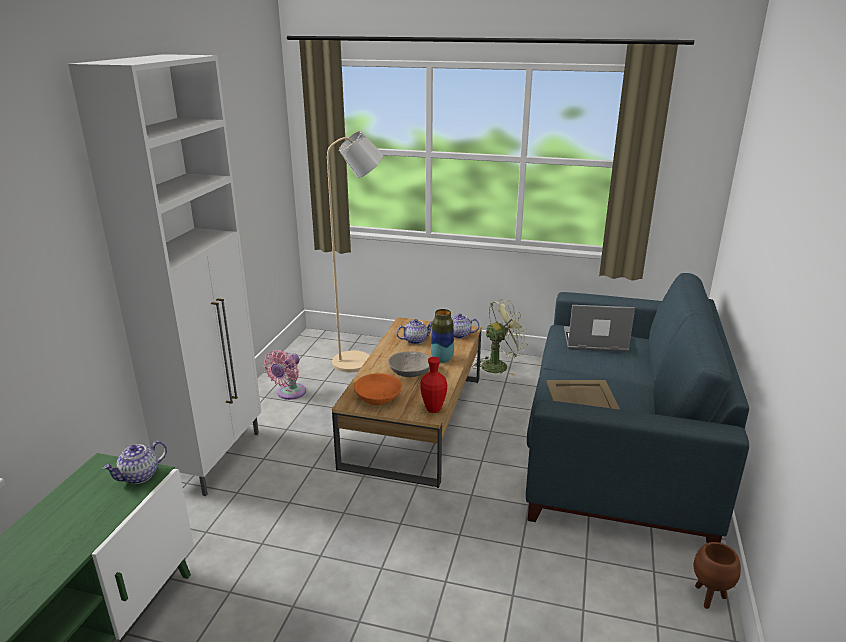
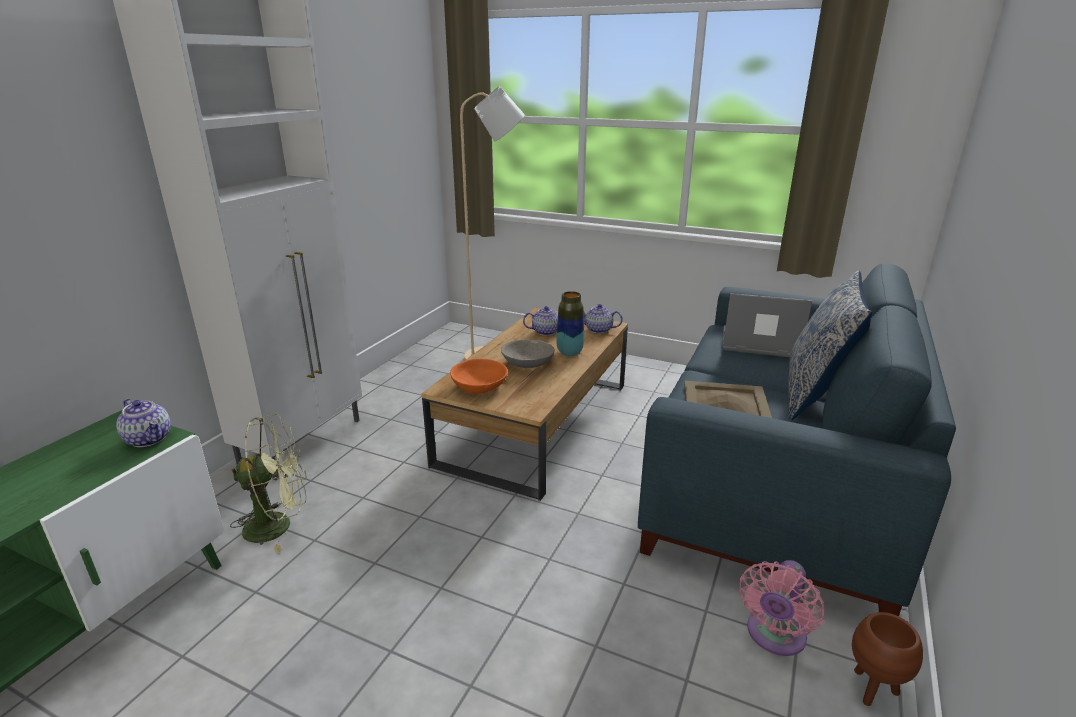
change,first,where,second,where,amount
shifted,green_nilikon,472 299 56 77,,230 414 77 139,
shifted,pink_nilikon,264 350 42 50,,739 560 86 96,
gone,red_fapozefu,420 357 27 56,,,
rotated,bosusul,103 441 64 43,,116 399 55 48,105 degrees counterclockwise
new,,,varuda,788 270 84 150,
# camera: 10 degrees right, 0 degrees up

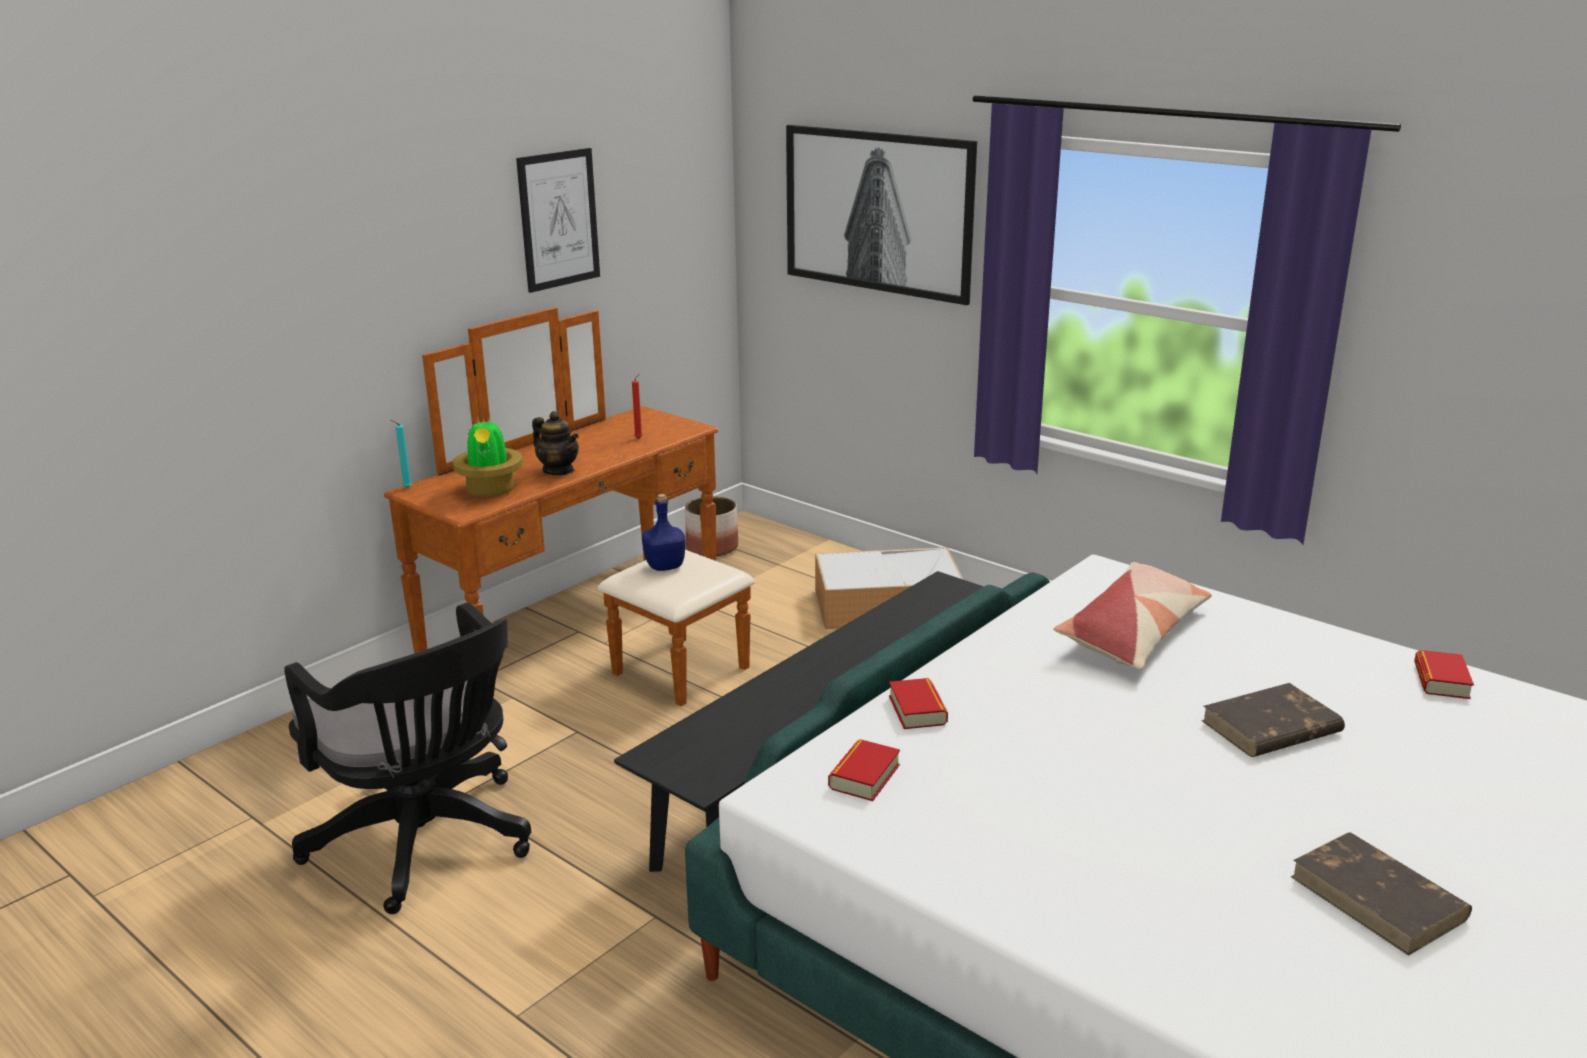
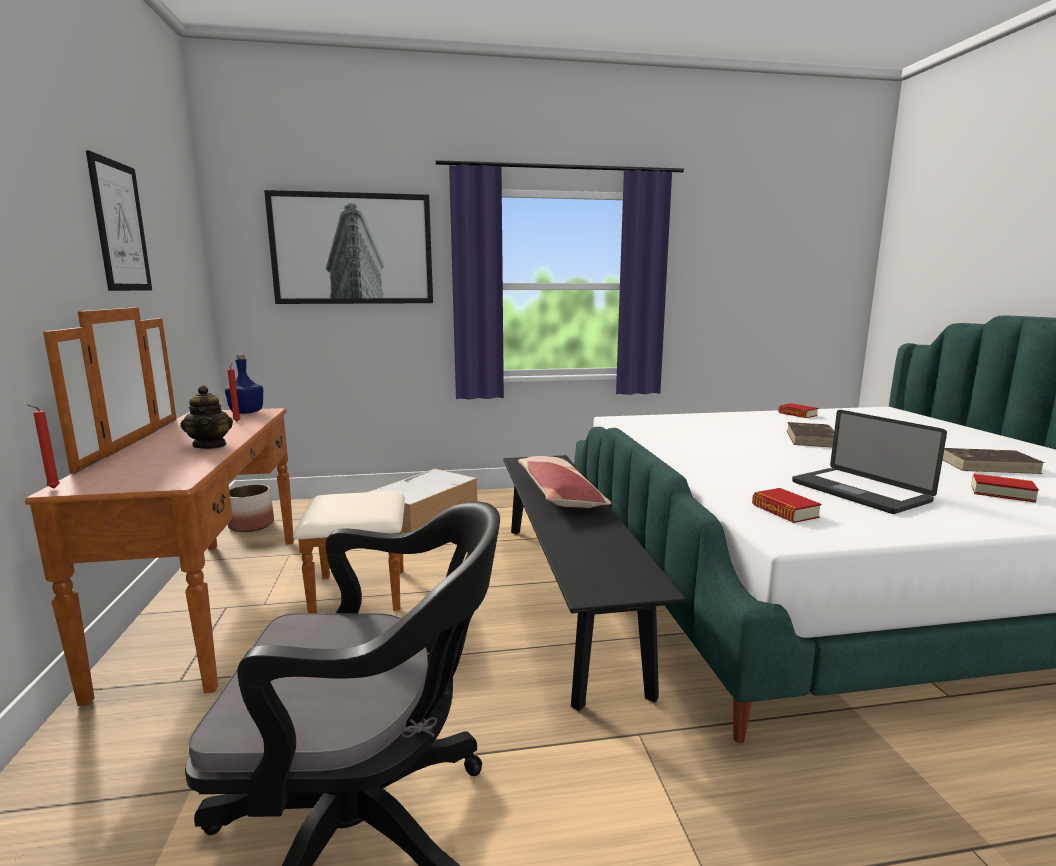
change,first,where,second,where,amount
rotated,bosusul,532 411 47 64,,181 385 52 64,75 degrees clockwise
gone,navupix,453 417 70 80,,,
repainted,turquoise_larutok,390 420 22 68,red_larutok,27 404 33 84,
shifted,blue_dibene,642 494 44 77,,225 354 38 60,
shifted,varuda,1054 562 158 108,,518 456 93 52,
shifted,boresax,889 678 59 51,,971 474 68 29,
new,,,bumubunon,792 410 155 104,
# camera: 50 degrees left, 10 degrees down

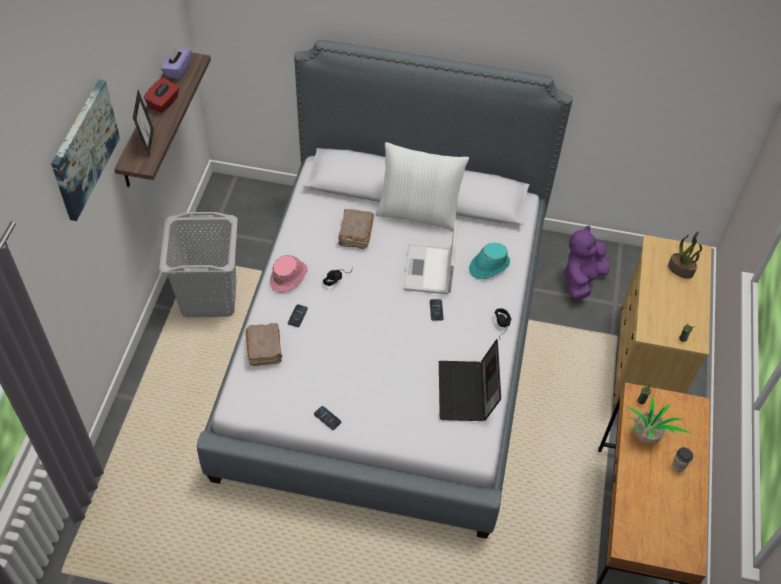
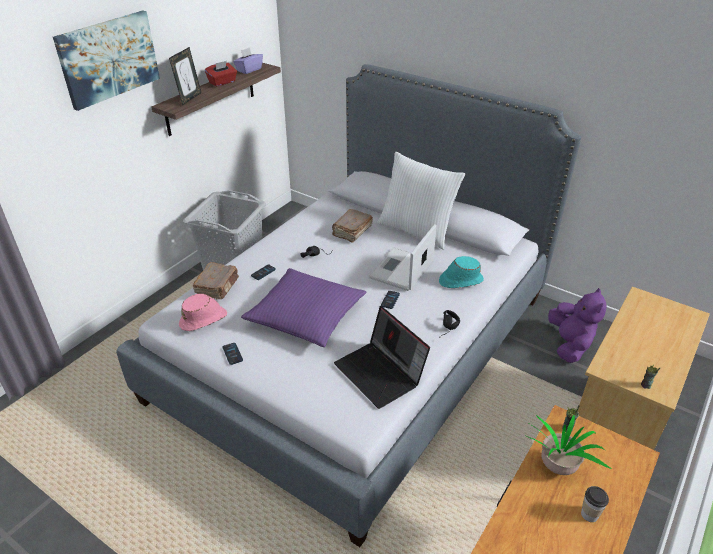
change,first,where,second,where,amount
rotated,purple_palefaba,564 226 45 74,,548 288 58 75,120 degrees clockwise
gone,navupix,668 231 34 48,,,
shifted,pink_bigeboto,270 255 37 38,,179 294 48 37,
rotated,bumubunon,439 339 62 82,,334 306 96 103,60 degrees counterclockwise
new,,,purple_varuda,241 268 126 79,
# camera: 25 degrees right, 15 degrees down

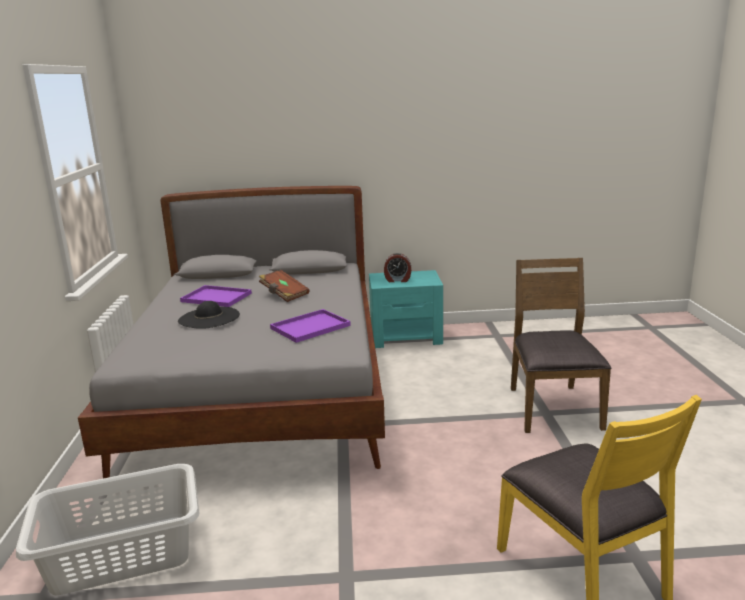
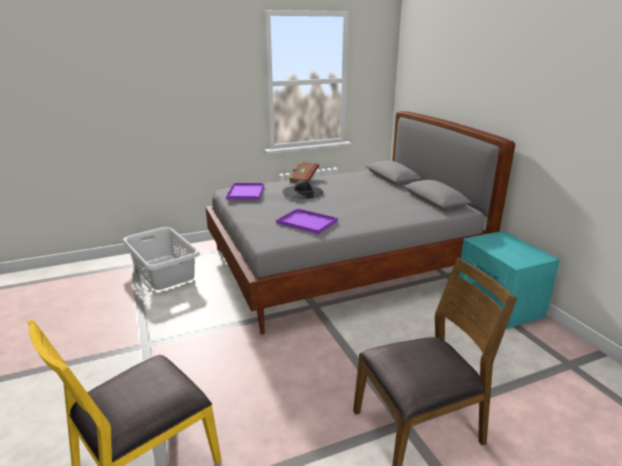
change,first,where,second,where,amount
gone,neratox,384 253 27 29,,,
shifted,brown_boresax,259 270 51 32,,289 162 30 21,
shifted,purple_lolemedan,180 285 72 22,,226 183 38 17,
# camera: 70 degrees right, 5 degrees up

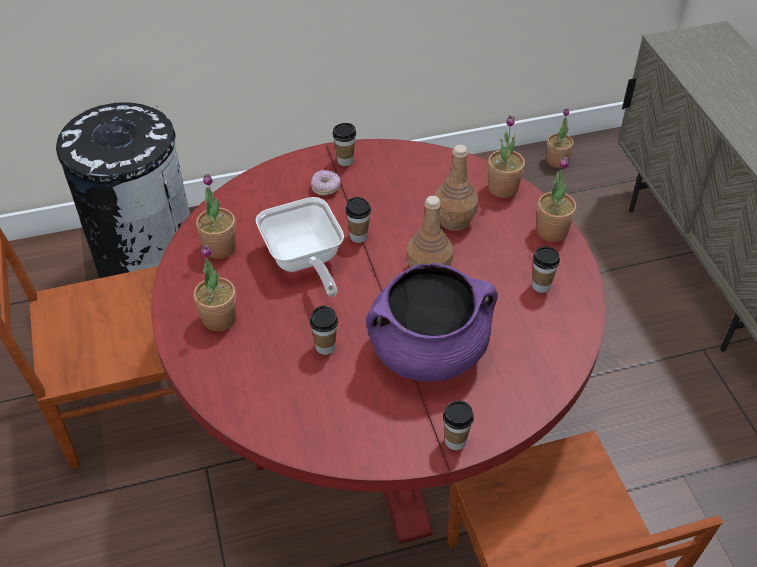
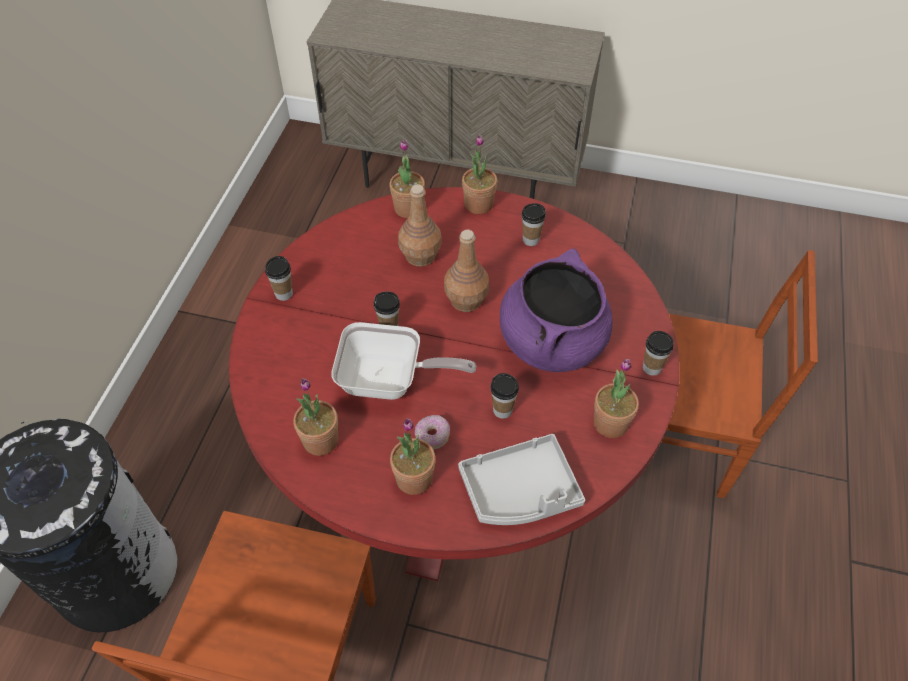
change,first,where,second,where,amount
shifted,navupix,546 108 27 60,,594 359 45 79,
shifted,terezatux,311 170 30 25,,415 415 35 34,
new,,,grey_lolemedan,458 434 127 91,
# camera: 60 degrees left, 5 degrees up

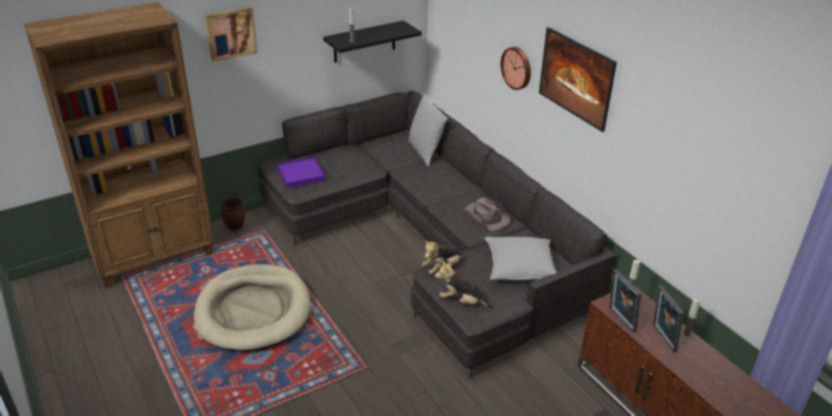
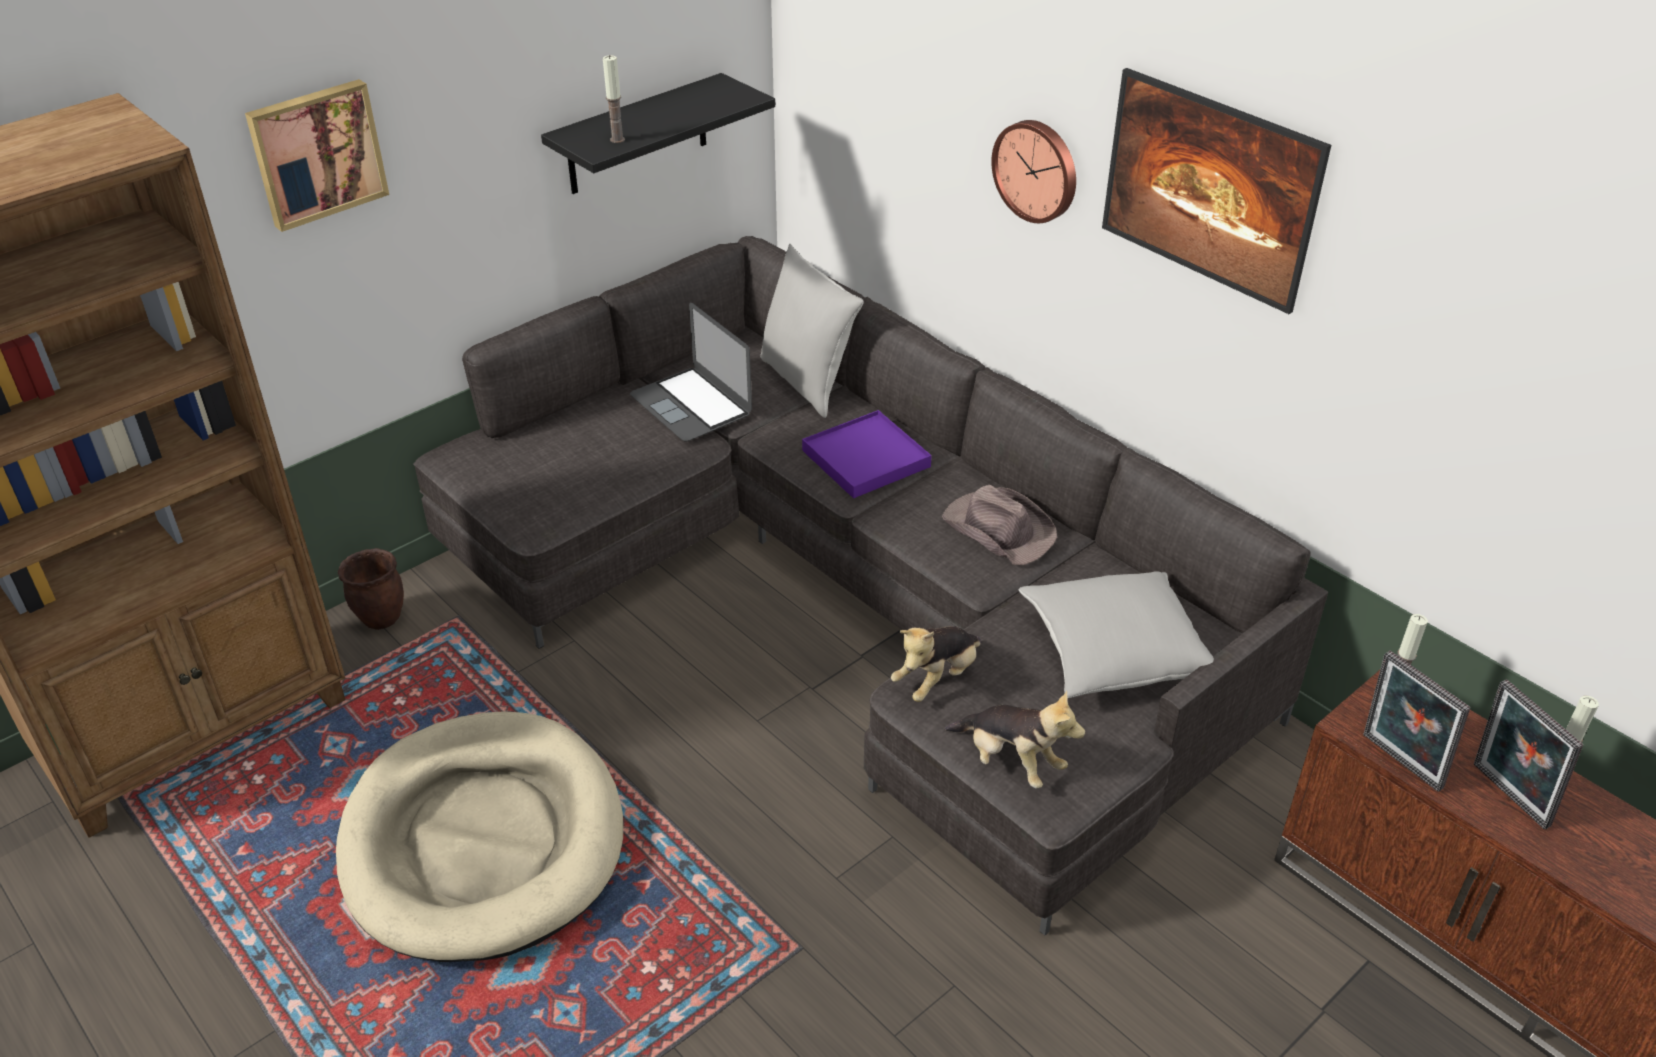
change,first,where,second,where,amount
shifted,purple_lolemedan,277 157 48 31,,802 410 130 88,
rotated,palefaba,435 261 59 47,,945 690 140 98,150 degrees counterclockwise
new,,,bumubunon,630 303 122 139,
# camera: 10 degrees left, 5 degrees up

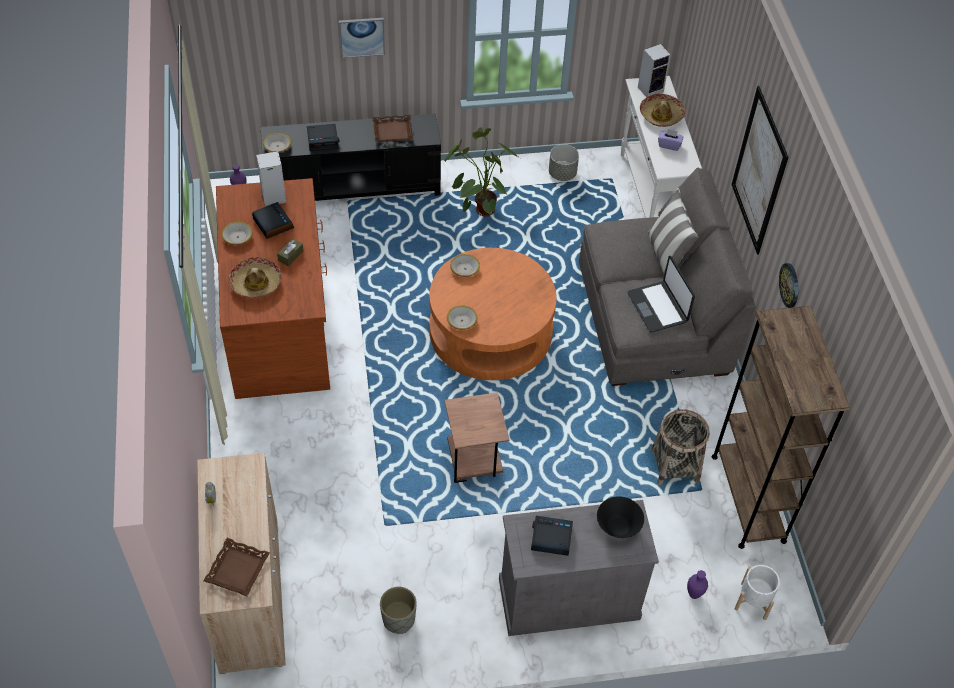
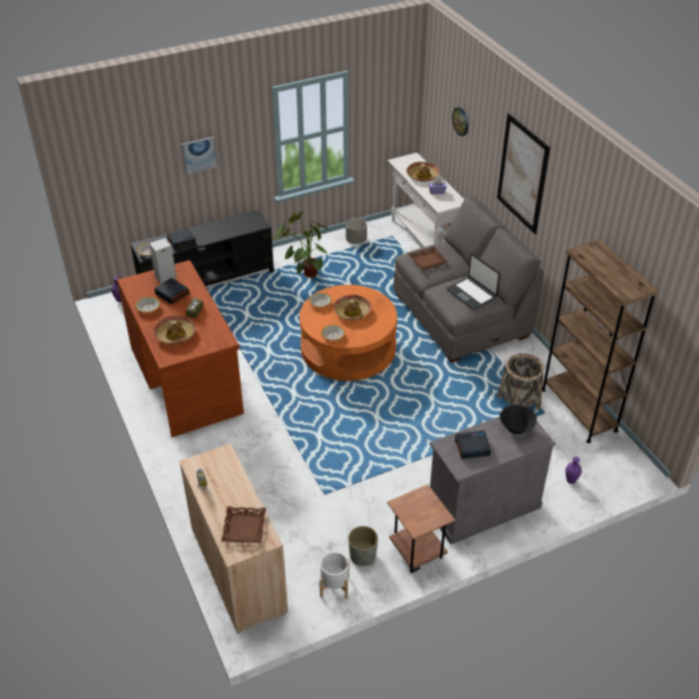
change,first,where,second,where,amount
gone,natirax,638 44 33 53,,,
shifted,brown_lolemedan,372 115 42 27,,408 246 40 24,
gone,varuda,648 188 51 87,,,
shifted,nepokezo,779 263 19 45,,452 107 16 29,
shifted,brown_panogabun,444 392 66 91,,387 484 68 89,
shifted,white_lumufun,735 565 45 55,,319 552 30 47,
new,,,bigeboto,334 295 37 25,
# camera: 15 degrees left, 10 degrees down

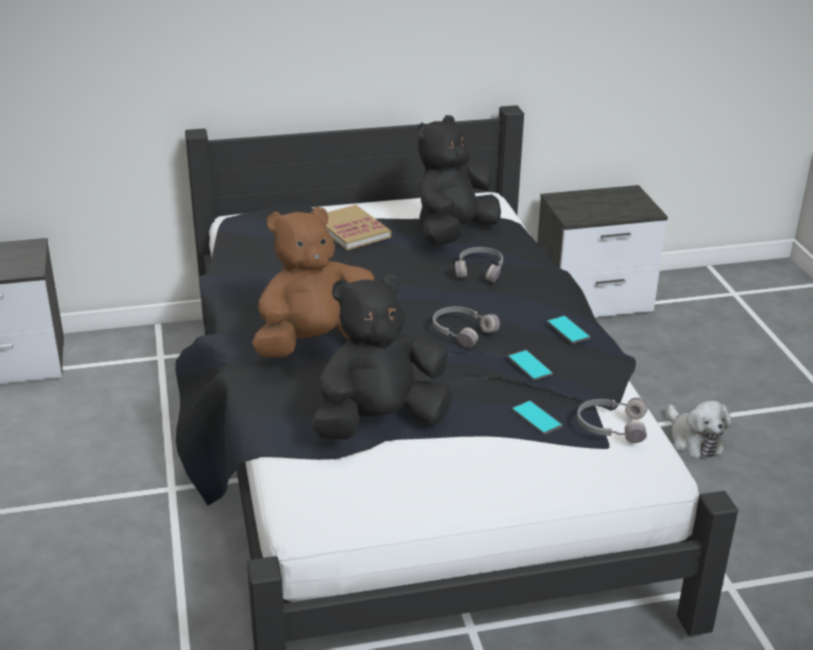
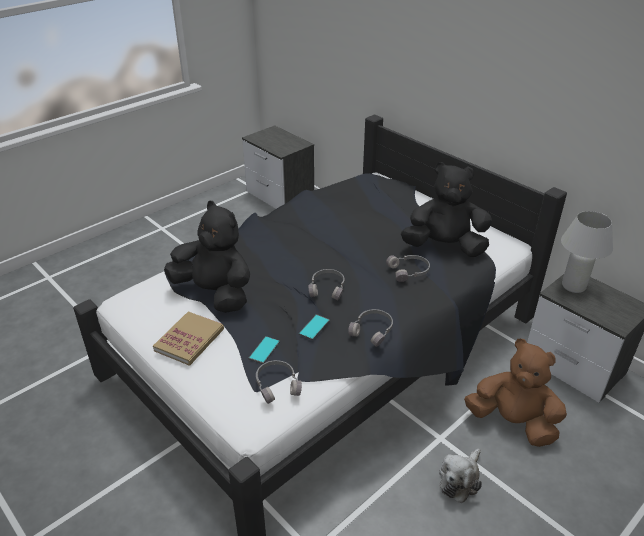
change,first,where,second,where,amount
shifted,boresax,325 205 66 45,,153 311 71 55,
shifted,brown_palefaba,252 207 122 151,,464 339 103 108,
swapped,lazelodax,547 316 44 28,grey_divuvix,348 309 45 38,
new,,,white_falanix,561 211 52 82,
# camera: 60 degrees right, 5 degrees up

